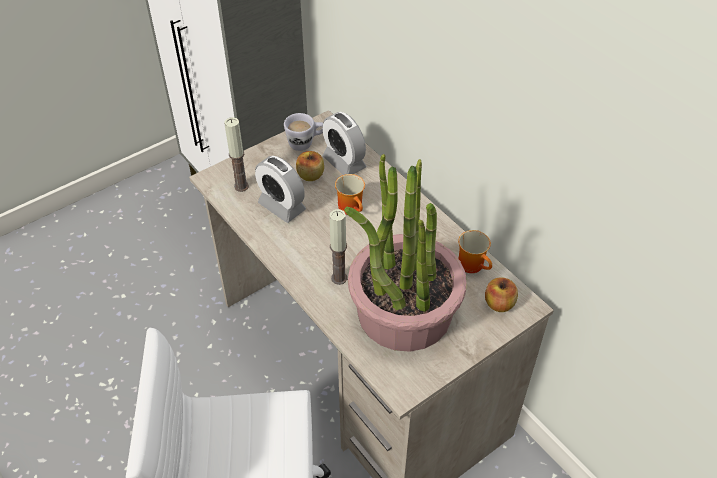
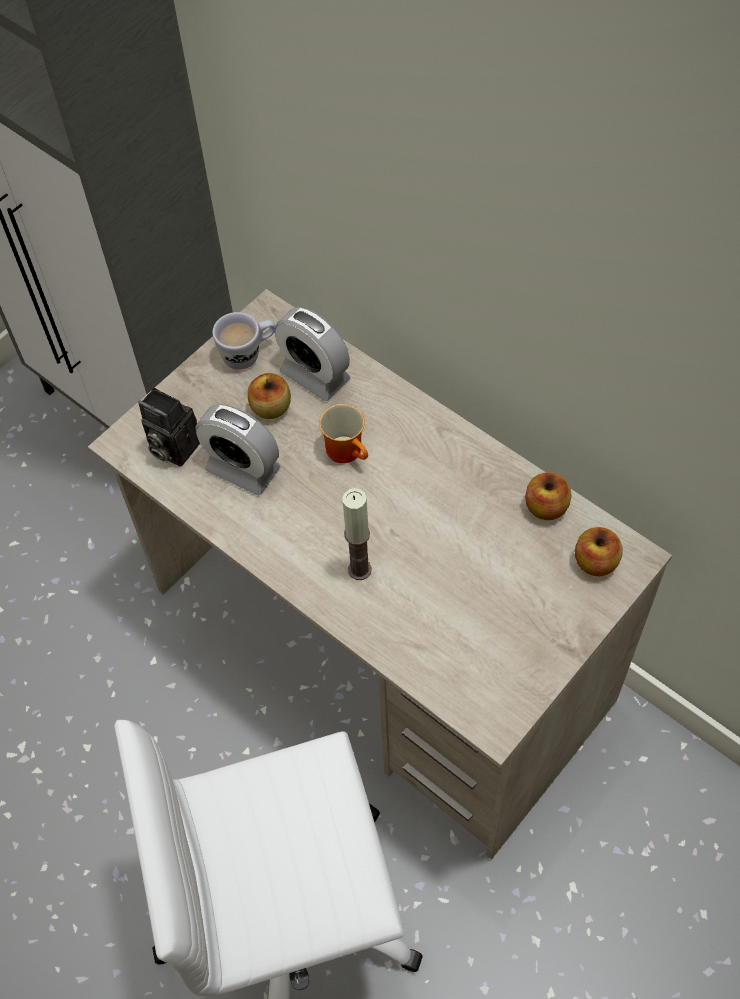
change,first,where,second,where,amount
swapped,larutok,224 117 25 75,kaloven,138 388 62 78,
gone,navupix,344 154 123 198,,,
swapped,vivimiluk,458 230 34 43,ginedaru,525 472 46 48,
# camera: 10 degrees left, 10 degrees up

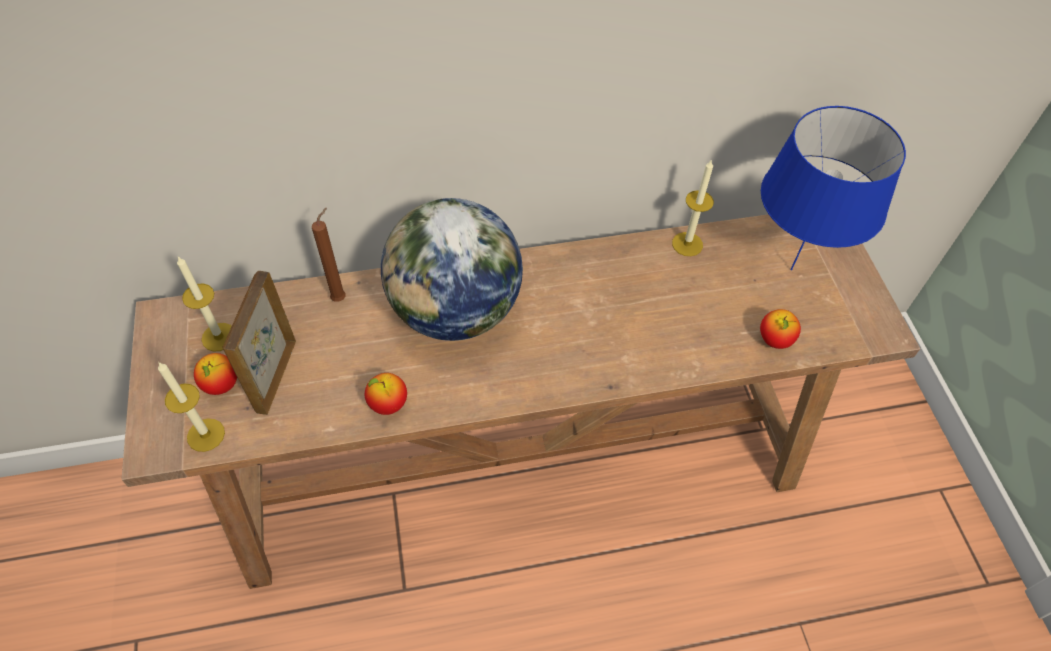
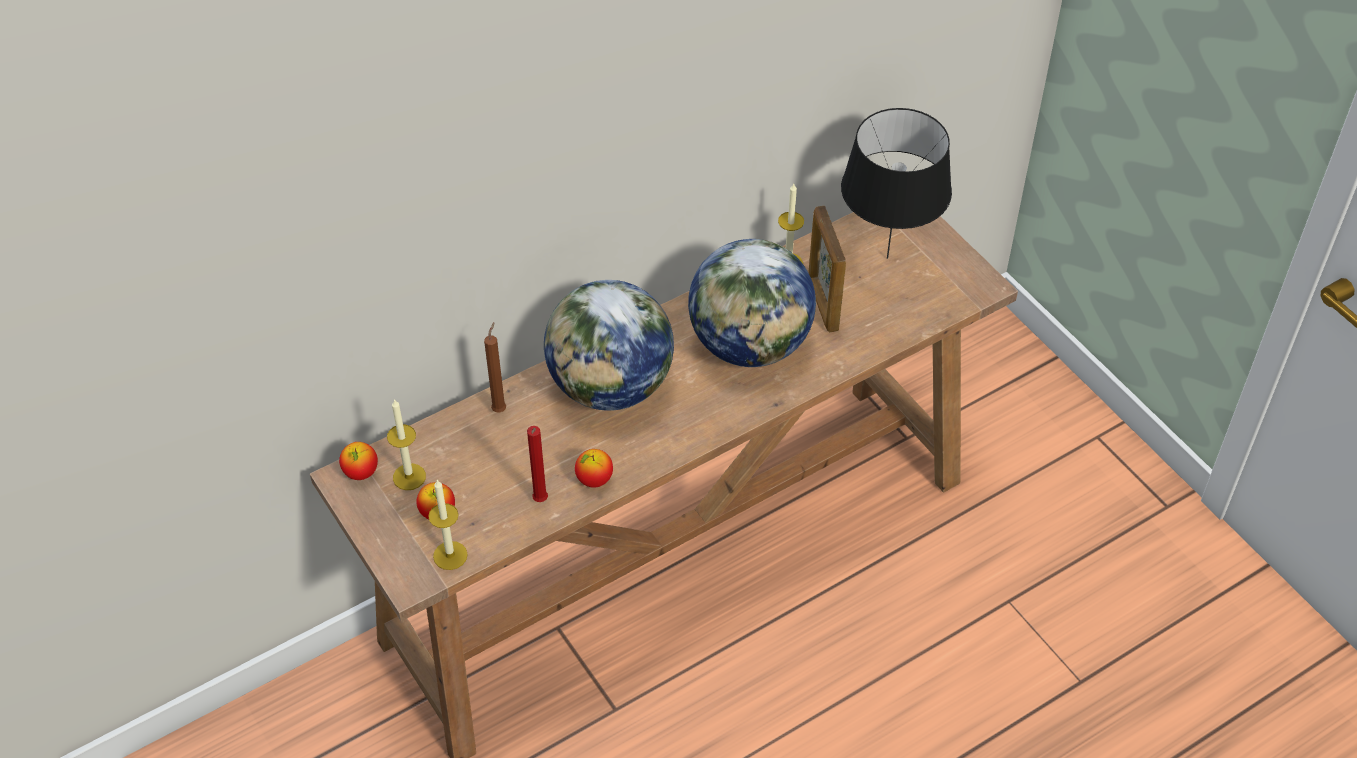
change,first,where,second,where,amount
repainted,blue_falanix,761 106 145 164,black_falanix,841 108 111 151,
shifted,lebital,223 271 73 144,,808 206 38 127,
shifted,ginedaru,760 309 41 40,,339 442 39 38,
new,,,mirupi,688 239 128 128,
new,,,red_larutok,527 426 21 76,
# camera: 20 degrees left, 5 degrees down

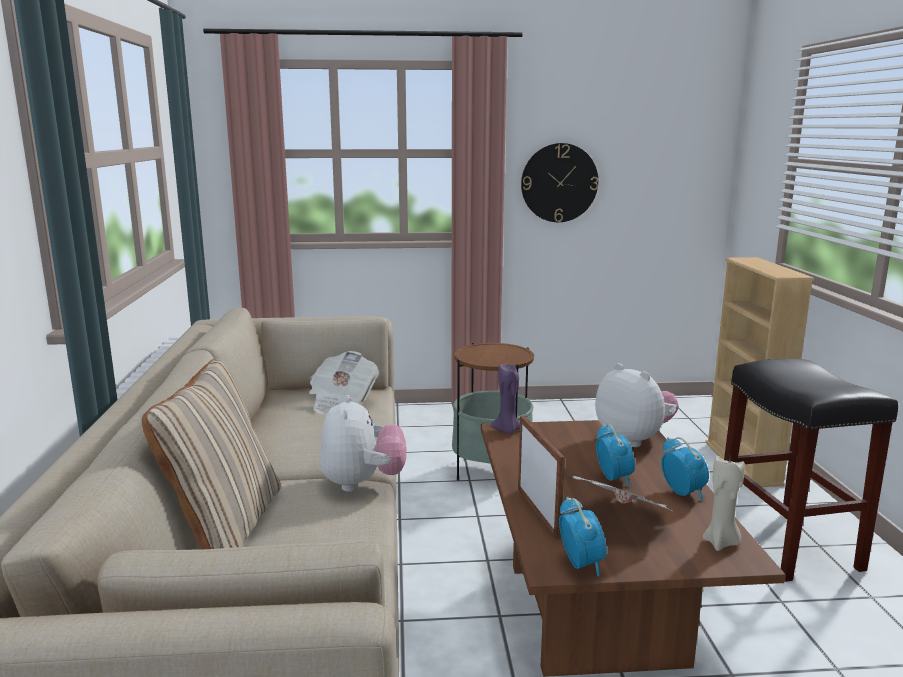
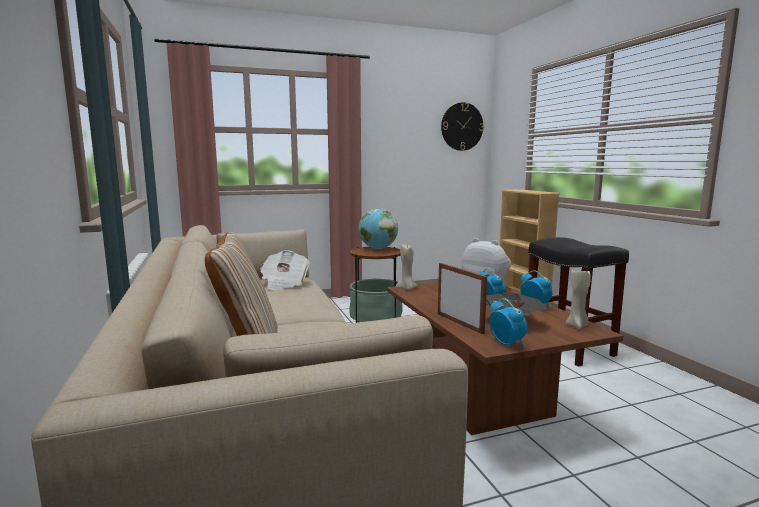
change,first,where,second,where,amount
shifted,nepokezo,521 143 77 79,,441 102 43 49,
repainted,purple_larutok,491 364 29 70,beige_larutok,396 243 21 47,
gone,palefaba,319 395 88 97,,,
new,,,mirupi,359 209 39 40,
# camera: 15 degrees left, 5 degrees down

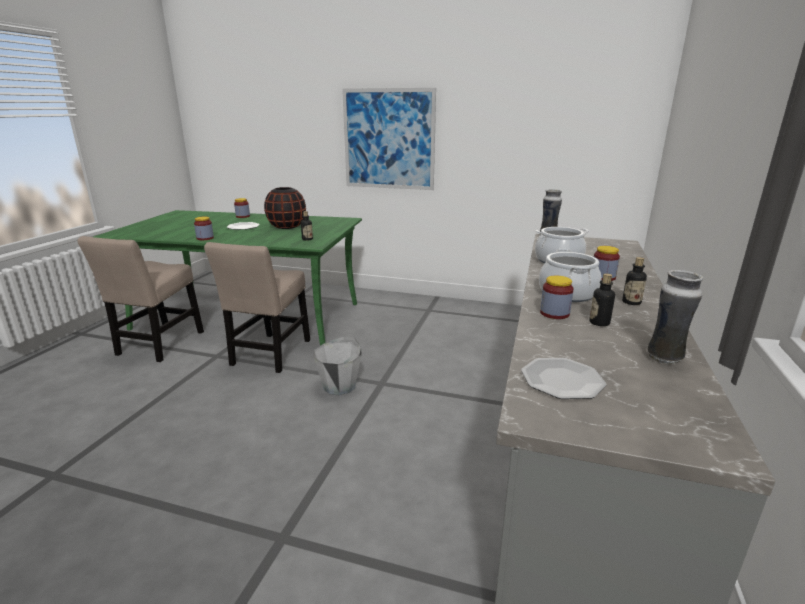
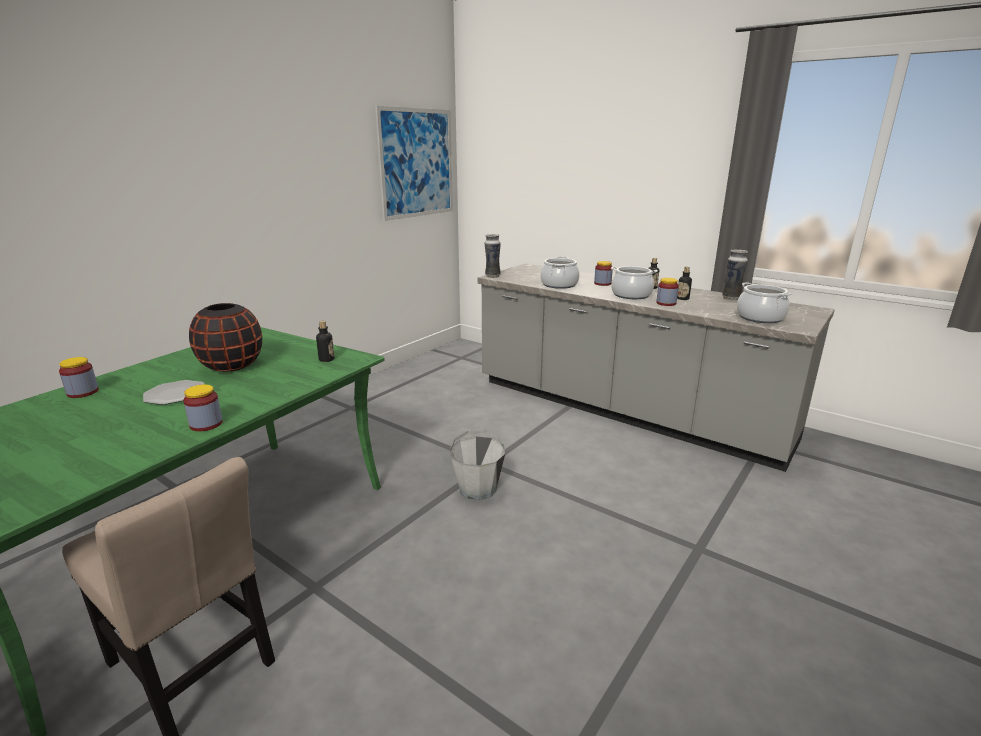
change,first,where,second,where,amount
shifted,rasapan,342 88 94 102,,375 106 78 115,
gone,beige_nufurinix,204 242 106 131,,,
swapped,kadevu,521 358 85 41,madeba,737 282 55 41,
# camera: 70 degrees left, 0 degrees up

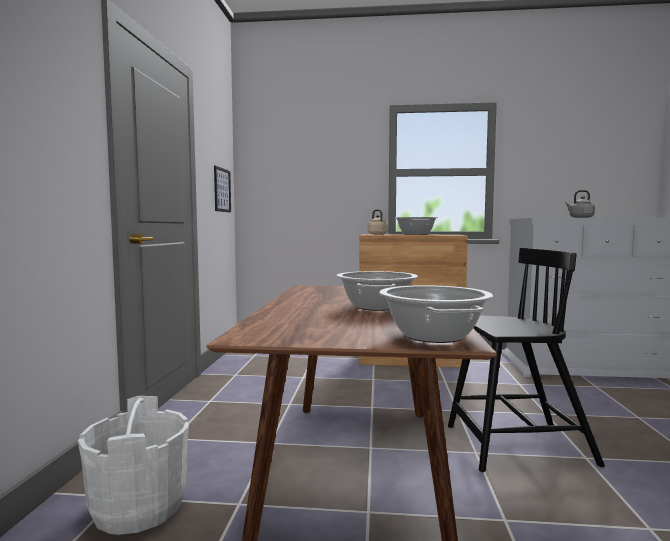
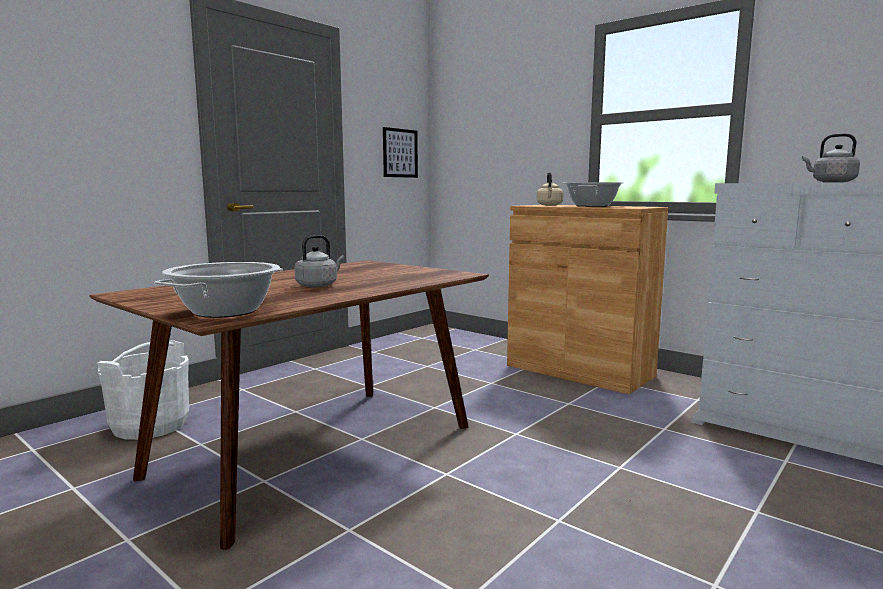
change,first,where,second,where,amount
gone,black_nufurinix,448 248 157 224,,,
swapped,madeba,337 271 81 40,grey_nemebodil,295 235 49 52,
# camera: 35 degrees right, 5 degrees up

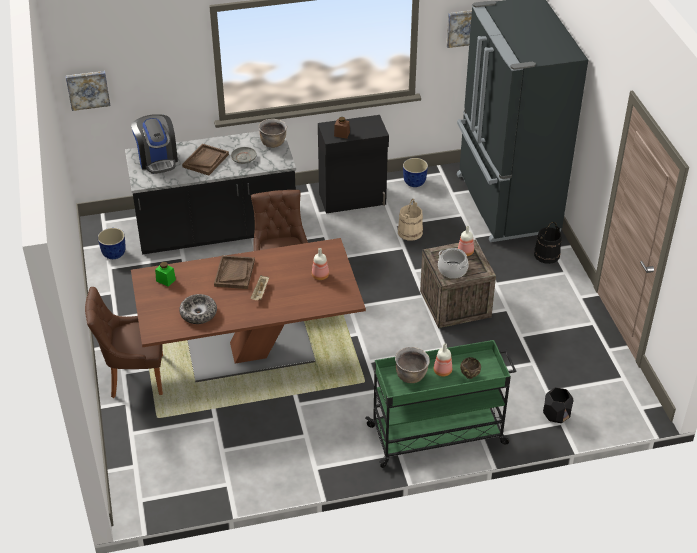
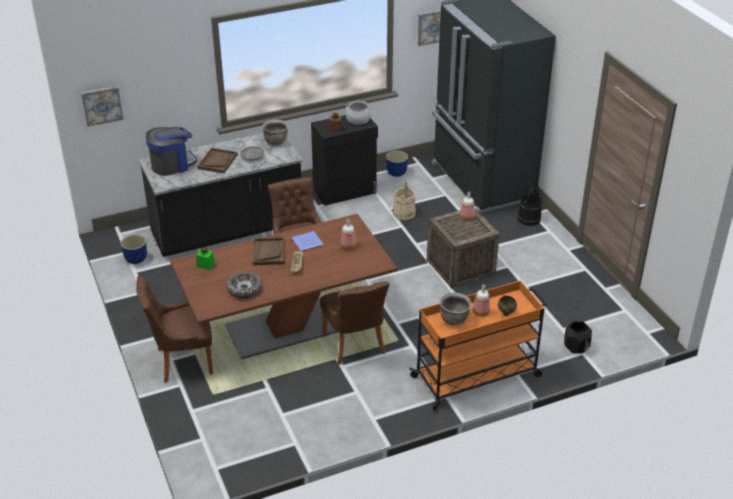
change,first,where,second,where,amount
rotated,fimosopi,131 114 47 60,,146 127 51 49,90 degrees counterclockwise
shifted,madeba,438 248 31 31,,346 101 25 24,
repainted,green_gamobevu,365 340 151 128,orange_gamobevu,409 280 138 131,
new,,,kadevu,291 231 32 20,
new,,,brown_nufurinix,320 281 69 84,
# camera: 10 degrees left, 5 degrees down

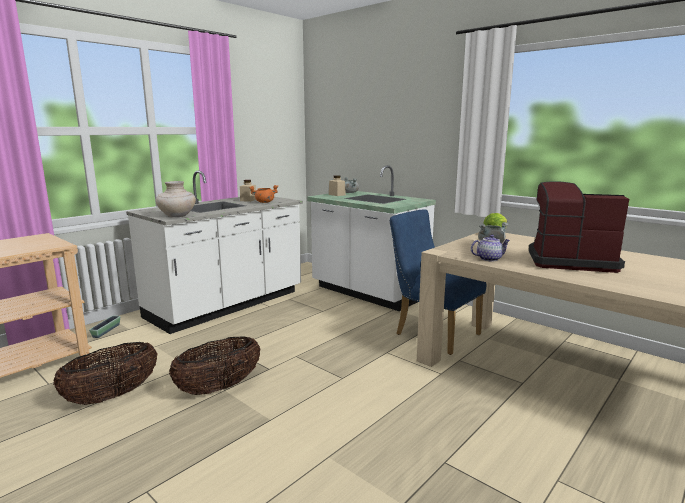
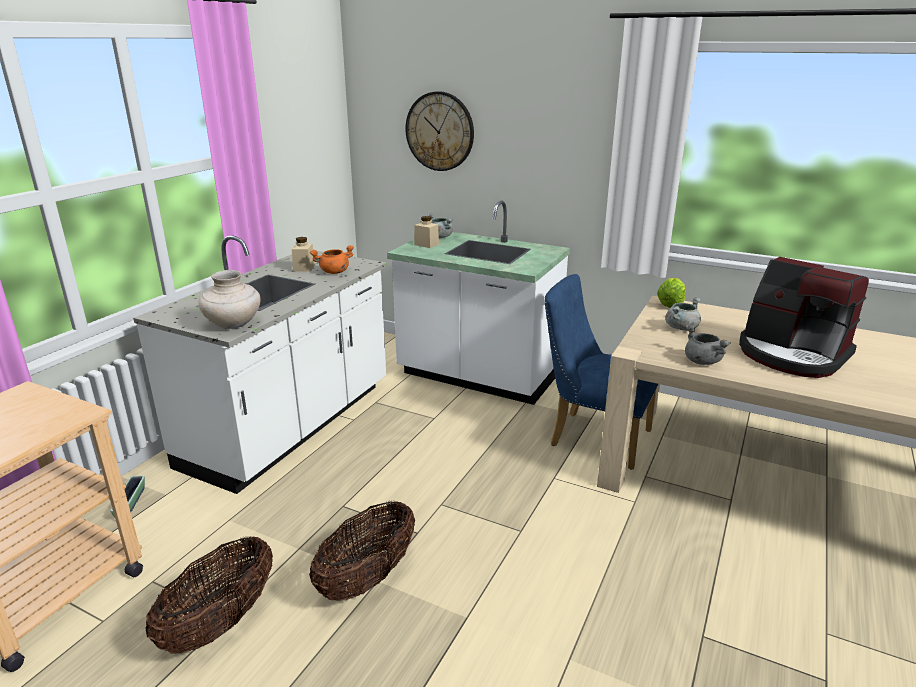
change,first,where,second,where,amount
rotated,fimosopi,529 181 100 92,,739 257 130 121,135 degrees counterclockwise
swapped,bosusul,471 235 39 27,grey_madeba,685 325 46 40,
new,,,nepokezo,405 91 69 80,
# camera: 15 degrees left, 10 degrees up

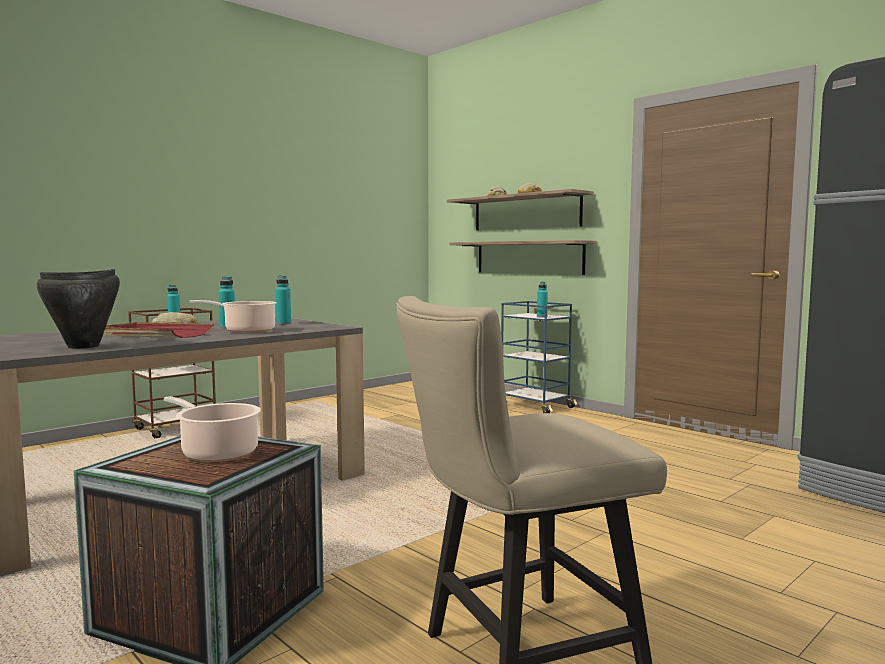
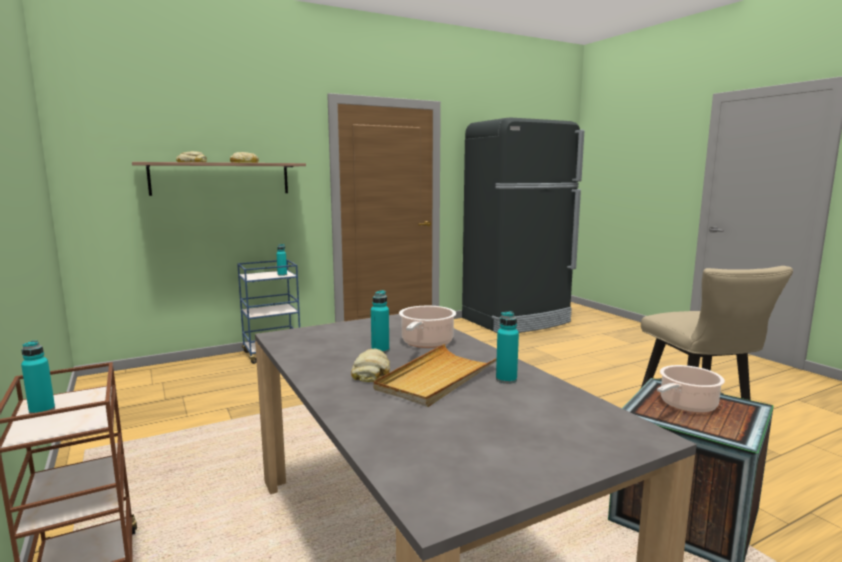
change,first,where,second,where,amount
gone,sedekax,449 240 148 35,,,
gone,black_madeba,37 269 83 80,,,
shifted,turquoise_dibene,276 275 15 50,,496 311 23 73,
repainted,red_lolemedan,103 322 111 16,beige_lolemedan,373 344 124 63,
# camera: 75 degrees left, 5 degrees up

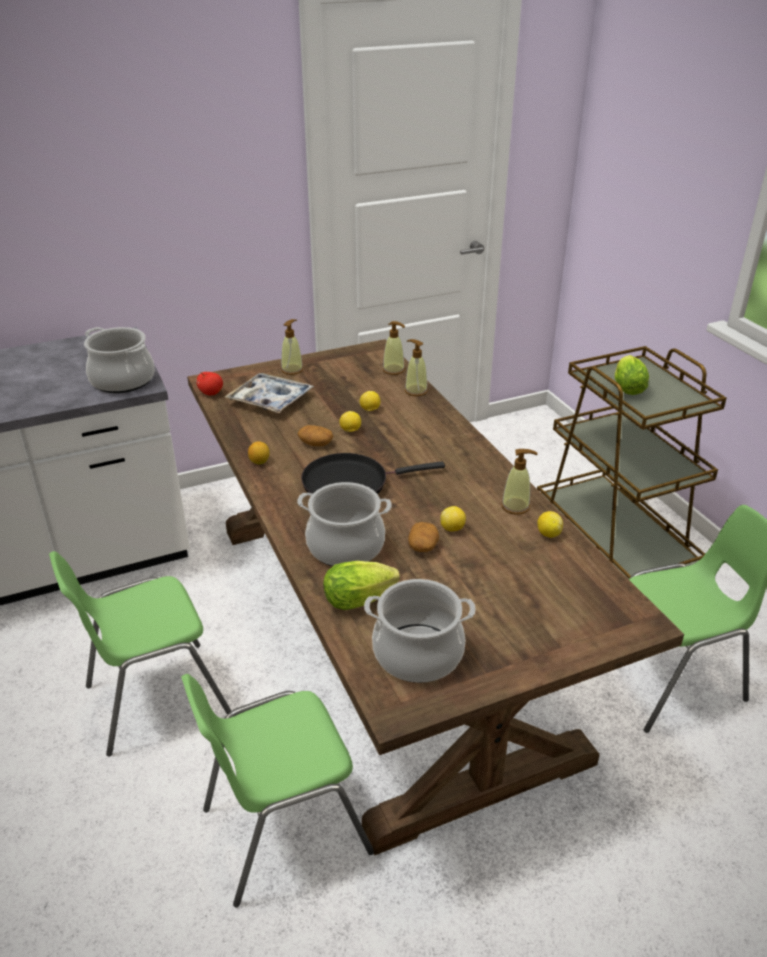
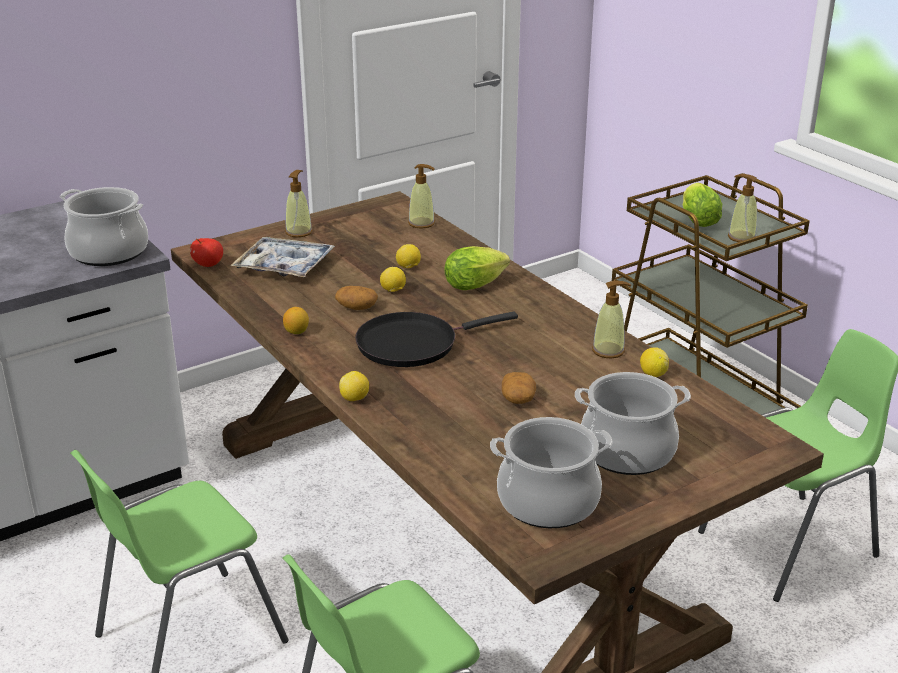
change,first,where,second,where,amount
shifted,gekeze,405 339 23 57,,728 174 29 68,
shifted,madeba,297 482 95 84,,575 372 116 103,
shifted,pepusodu,440 506 26 25,,339 371 30 30,
shifted,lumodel,323 561 77 49,,444 246 66 44,
# camera: 10 degrees left, 5 degrees down

